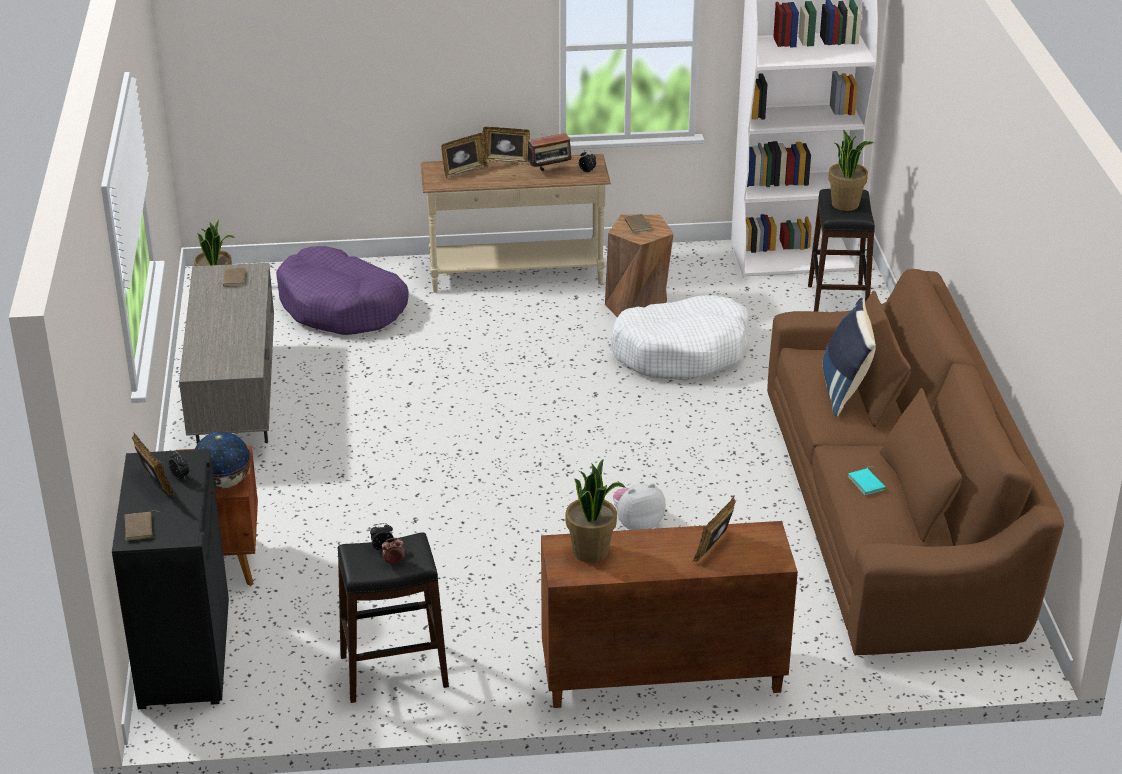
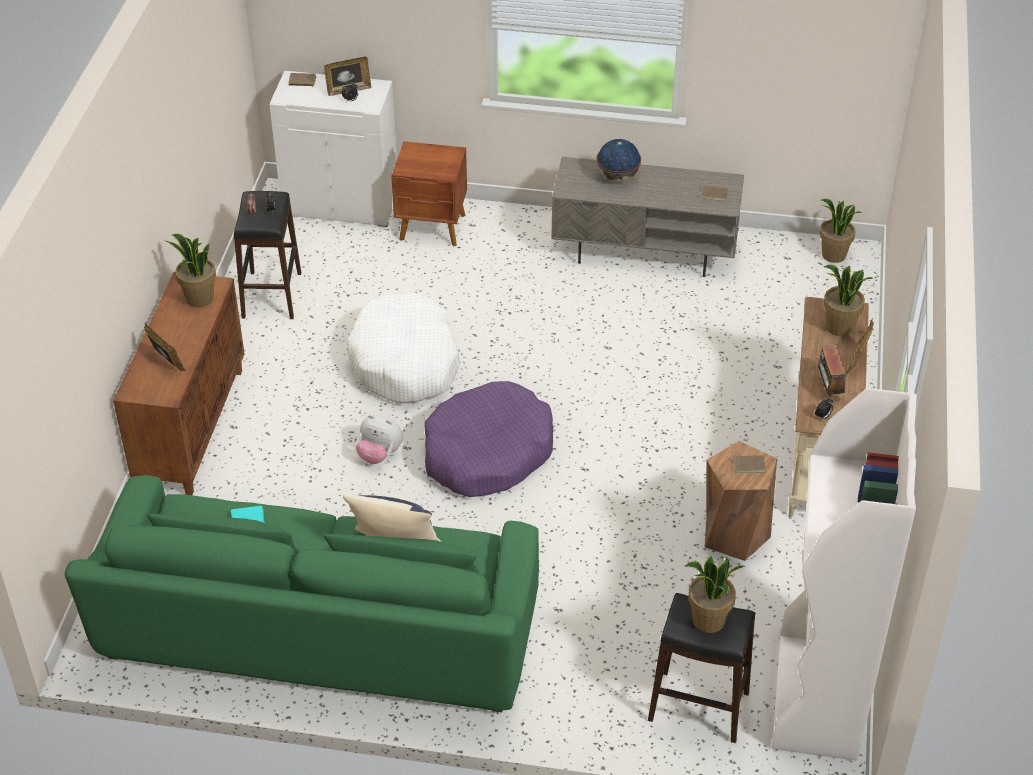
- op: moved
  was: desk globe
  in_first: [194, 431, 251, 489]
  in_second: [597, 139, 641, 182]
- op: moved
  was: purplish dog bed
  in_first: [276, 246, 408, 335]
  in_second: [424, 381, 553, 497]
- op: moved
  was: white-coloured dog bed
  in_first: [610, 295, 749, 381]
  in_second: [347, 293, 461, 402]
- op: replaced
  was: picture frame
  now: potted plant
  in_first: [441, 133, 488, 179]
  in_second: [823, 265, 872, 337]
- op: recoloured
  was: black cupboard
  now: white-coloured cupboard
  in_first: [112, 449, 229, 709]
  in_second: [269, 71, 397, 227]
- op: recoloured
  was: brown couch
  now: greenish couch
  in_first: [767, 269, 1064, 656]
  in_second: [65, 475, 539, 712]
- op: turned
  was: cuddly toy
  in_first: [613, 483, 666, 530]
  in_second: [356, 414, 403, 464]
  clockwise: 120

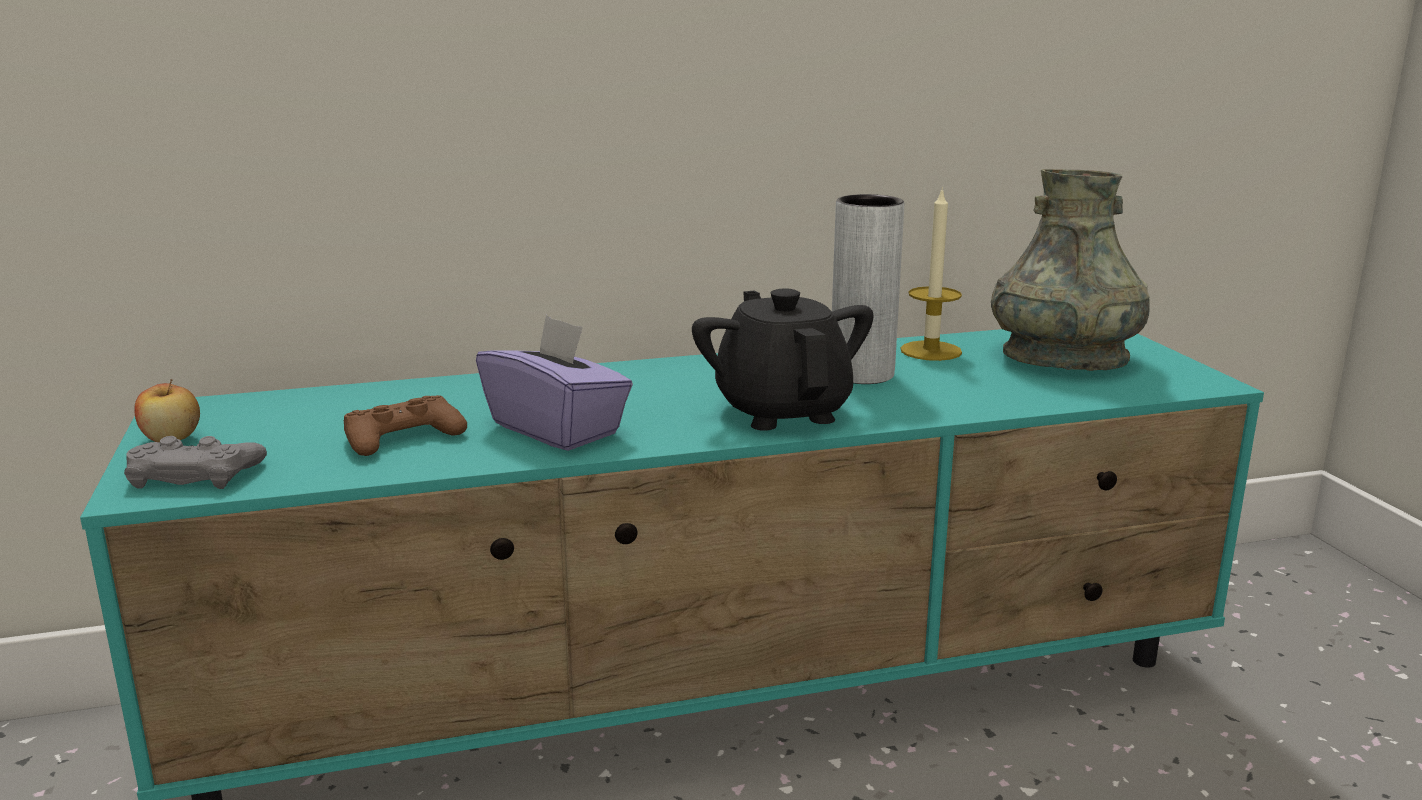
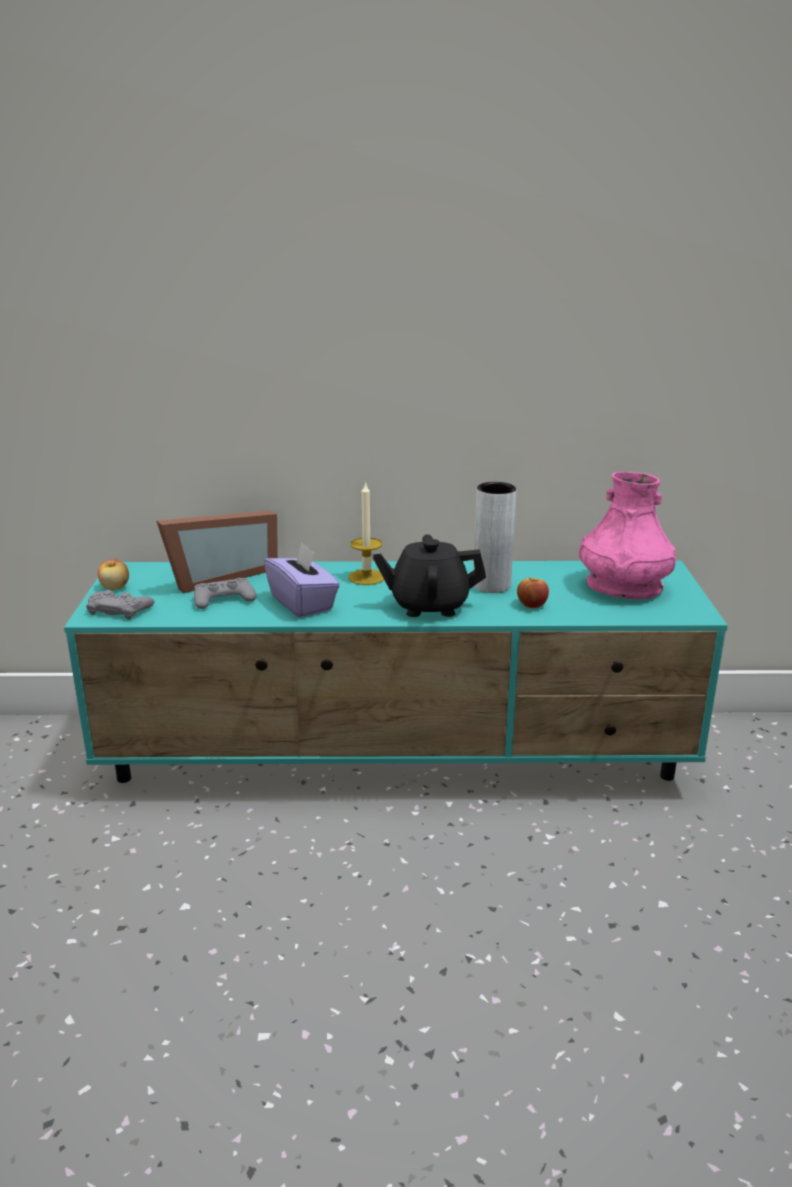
- op: added
  now: picture frame
  in_second: [156, 511, 278, 593]
- op: added
  now: whole apple
  in_second: [517, 578, 549, 608]
- op: moved
  was: wax candle
  in_first: [901, 187, 962, 361]
  in_second: [349, 481, 384, 585]
- op: recoloured
  was: brown gamepad
  now: greyish gamepad
  in_first: [344, 395, 467, 456]
  in_second: [194, 578, 257, 609]
- op: recoloured
  was: greyish decorative vase
  now: pink decorative vase
  in_first: [991, 169, 1150, 371]
  in_second: [579, 472, 676, 599]
- op: turned
  was: black teapot
  in_first: [692, 288, 874, 431]
  in_second: [373, 534, 486, 617]
  clockwise: -90

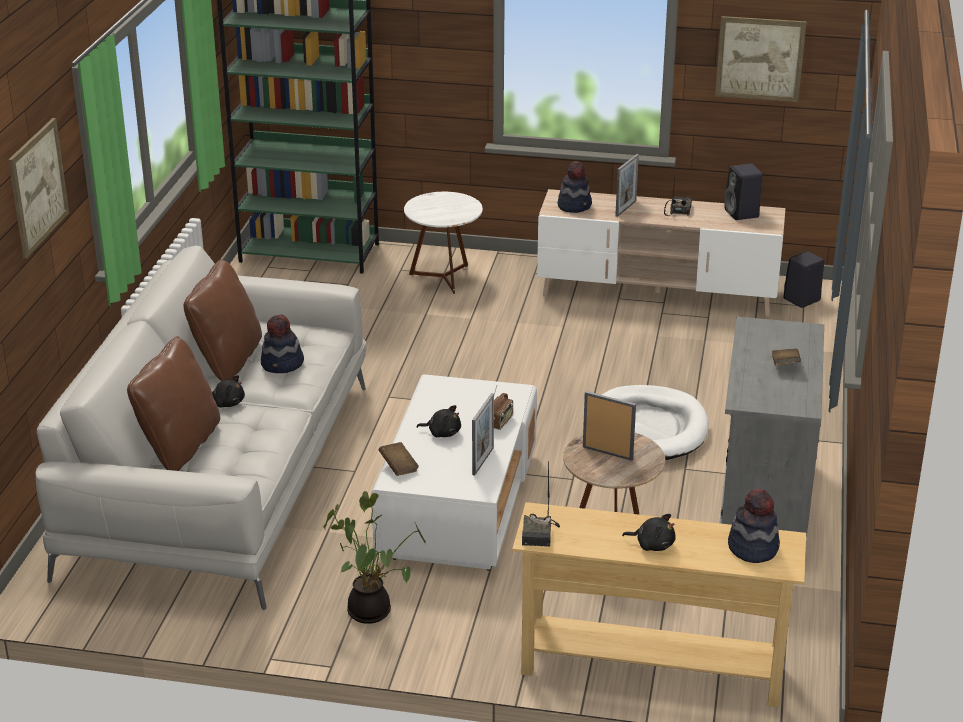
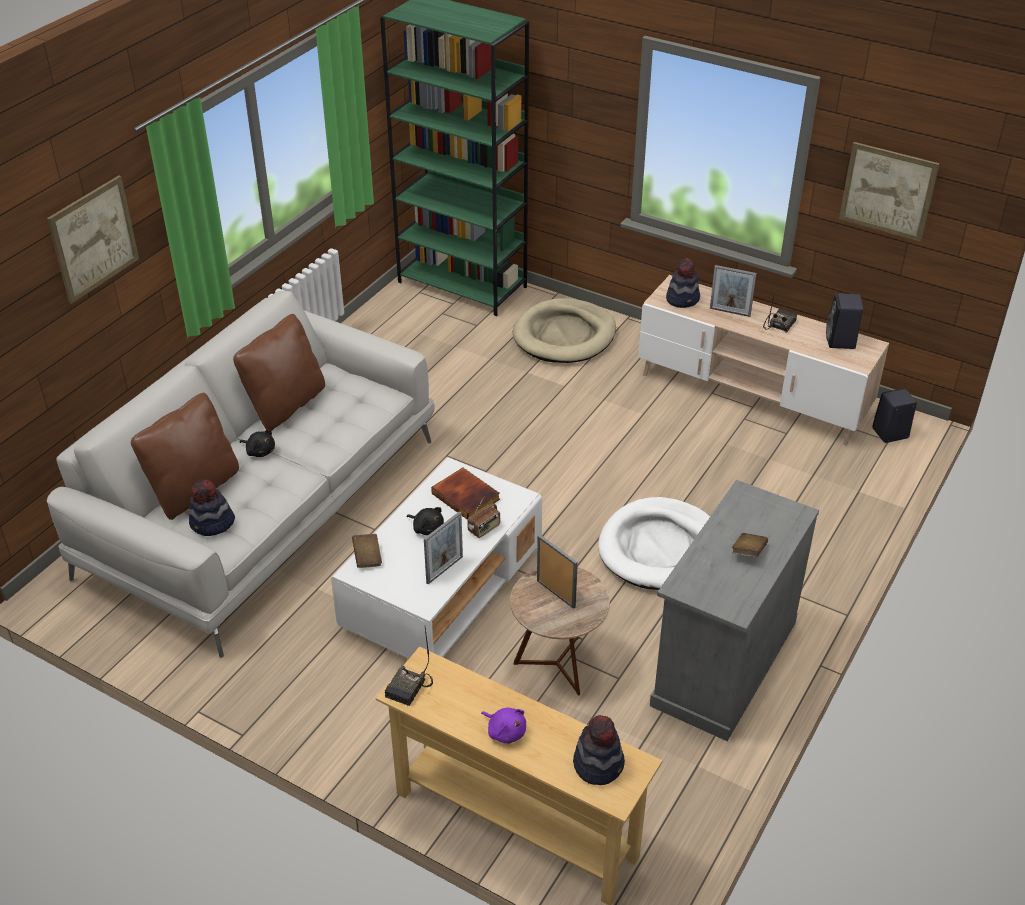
- op: removed
  was: potted plant
  in_first: [323, 491, 426, 624]
- op: added
  now: book
  in_second: [431, 468, 500, 520]
- op: moved
  was: clothing hat
  in_first: [261, 314, 304, 373]
  in_second: [189, 479, 235, 536]
- op: replaced
  was: white-coloured side table
  now: sand-coloured dog bed
  in_first: [404, 192, 483, 294]
  in_second: [513, 298, 616, 363]
- op: recoloured
  was: black cuddly toy
  now: purplish cuddly toy
  in_first: [622, 514, 676, 551]
  in_second: [481, 708, 526, 744]
- op: turned
  was: picture frame
  in_first: [615, 154, 639, 217]
  in_second: [710, 265, 757, 317]
  clockwise: 60

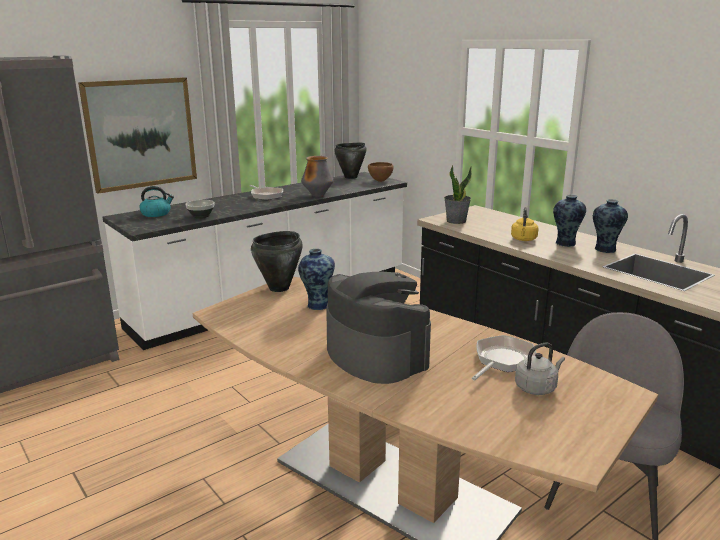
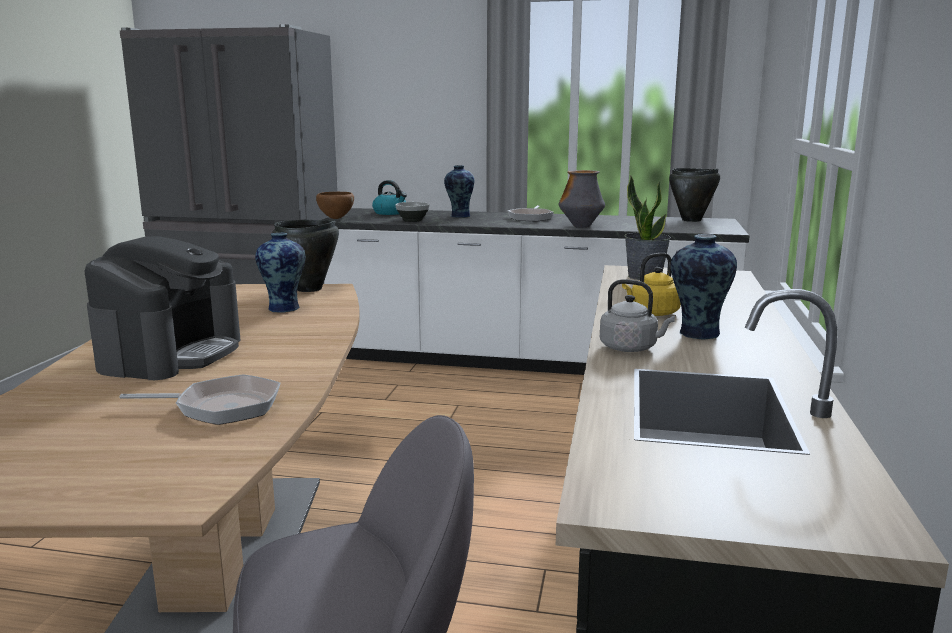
- op: removed
  was: wall art
  in_first: [78, 77, 197, 194]
- op: moved
  was: brown bowl
  in_first: [368, 162, 394, 182]
  in_second: [316, 192, 354, 219]
- op: moved
  was: greyish tea kettle
  in_first: [515, 342, 565, 395]
  in_second: [600, 279, 675, 352]
- op: moved
  was: decorative vase
  in_first: [593, 199, 628, 253]
  in_second: [444, 165, 474, 218]

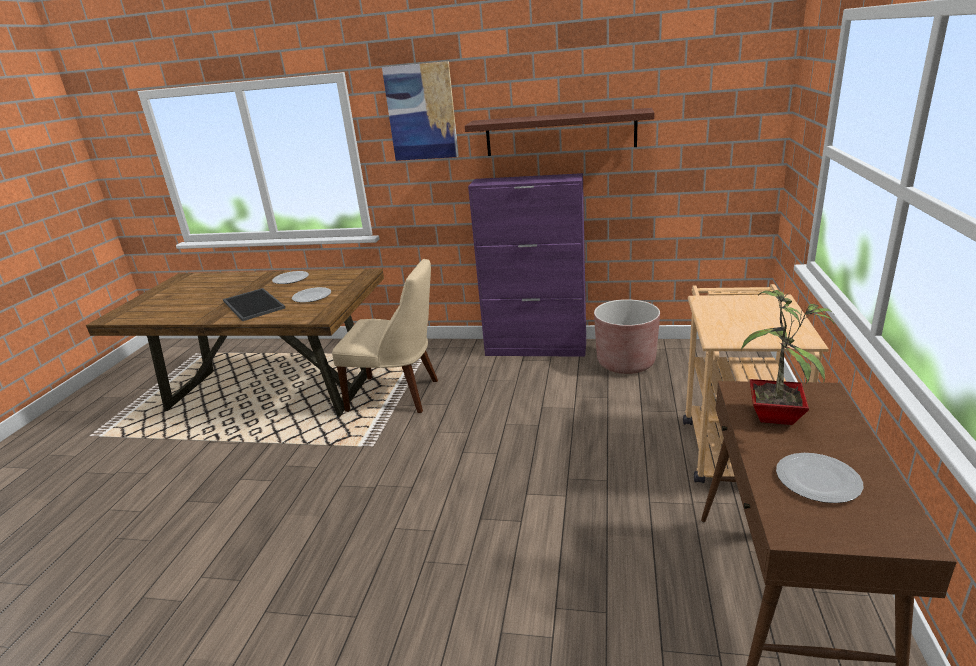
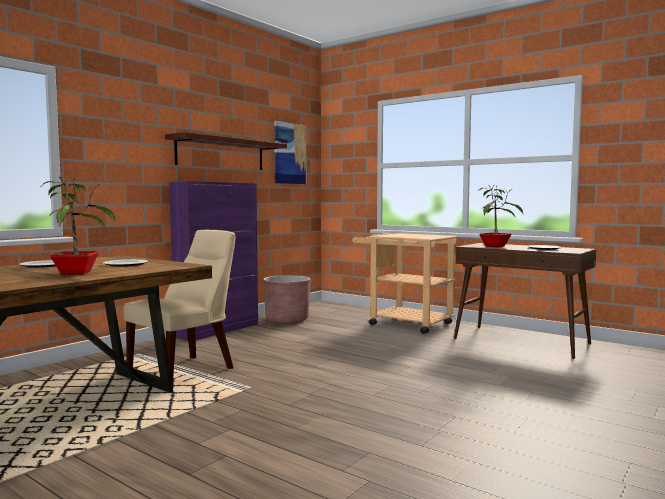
- op: moved
  was: wall art
  in_first: [382, 61, 459, 161]
  in_second: [274, 121, 306, 184]
- op: replaced
  was: serving tray
  now: potted plant
  in_first: [223, 288, 285, 321]
  in_second: [41, 176, 115, 275]

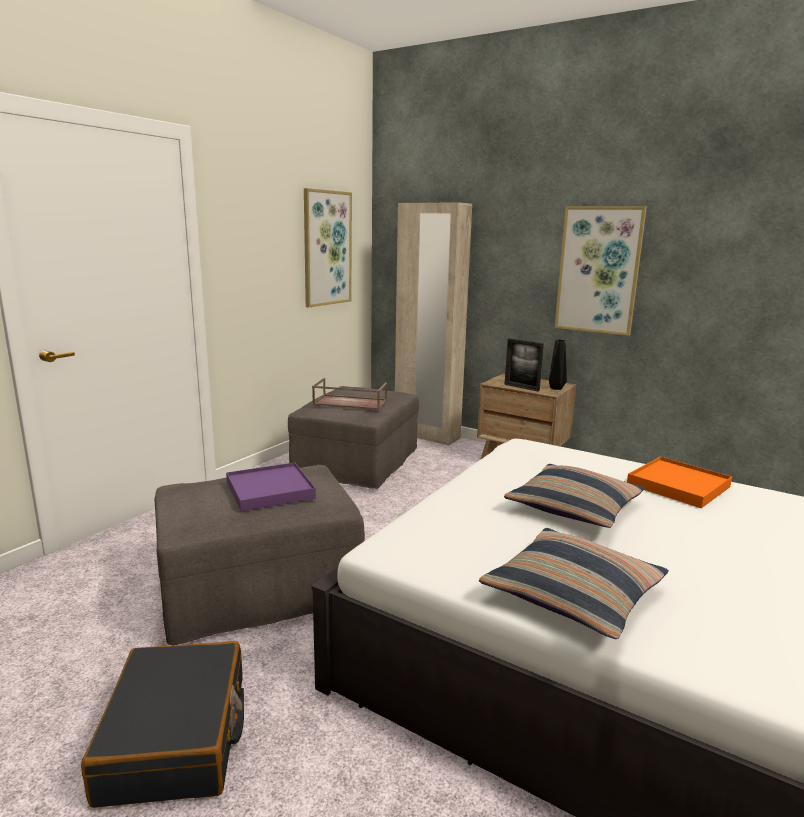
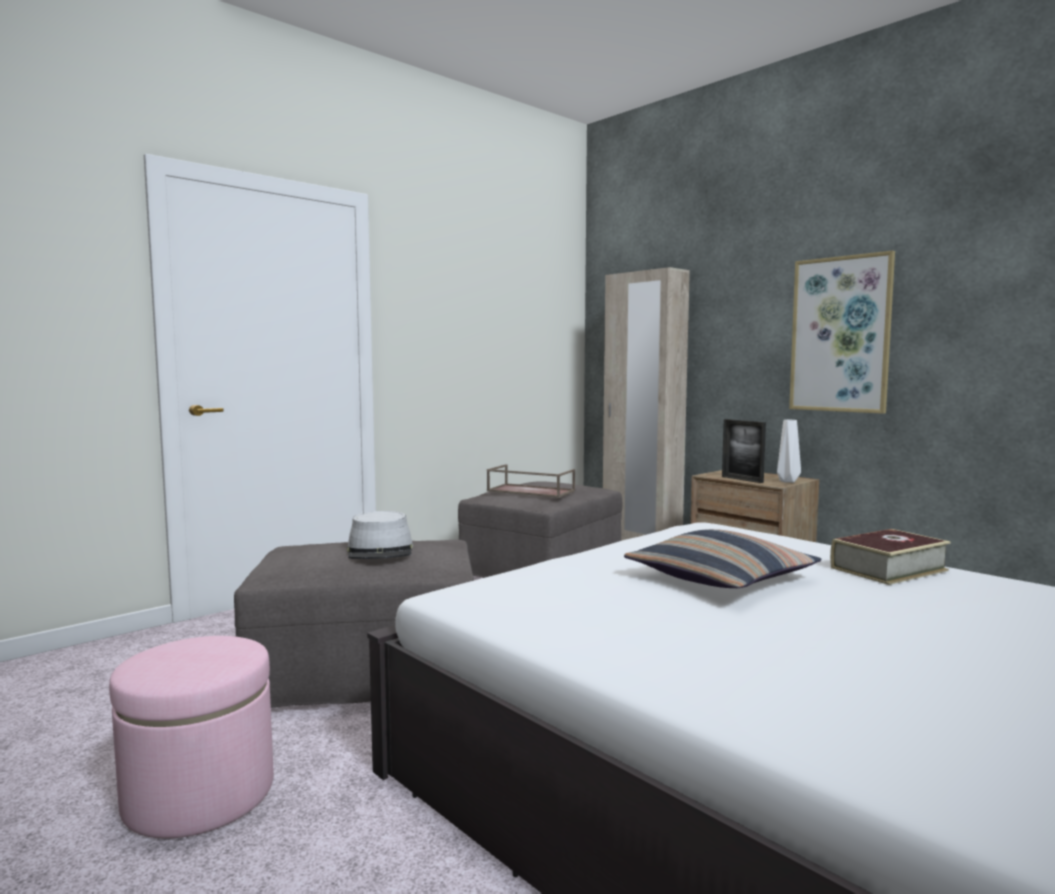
- op: removed
  was: wall art
  in_first: [304, 188, 352, 307]
- op: removed
  was: cushion
  in_first: [479, 528, 669, 639]
- op: replaced
  was: black travel case
  now: pink ottoman
  in_first: [81, 641, 244, 808]
  in_second: [109, 636, 274, 838]
- op: replaced
  was: purplish serving tray
  now: greyish clothing hat
  in_first: [226, 462, 316, 512]
  in_second: [347, 511, 413, 559]
- op: replaced
  was: orangey serving tray
  now: book
  in_first: [627, 457, 732, 508]
  in_second: [830, 529, 951, 585]
- op: recoloured
  was: black decorative vase
  now: white-coloured decorative vase
  in_first: [549, 340, 567, 390]
  in_second: [777, 420, 801, 483]

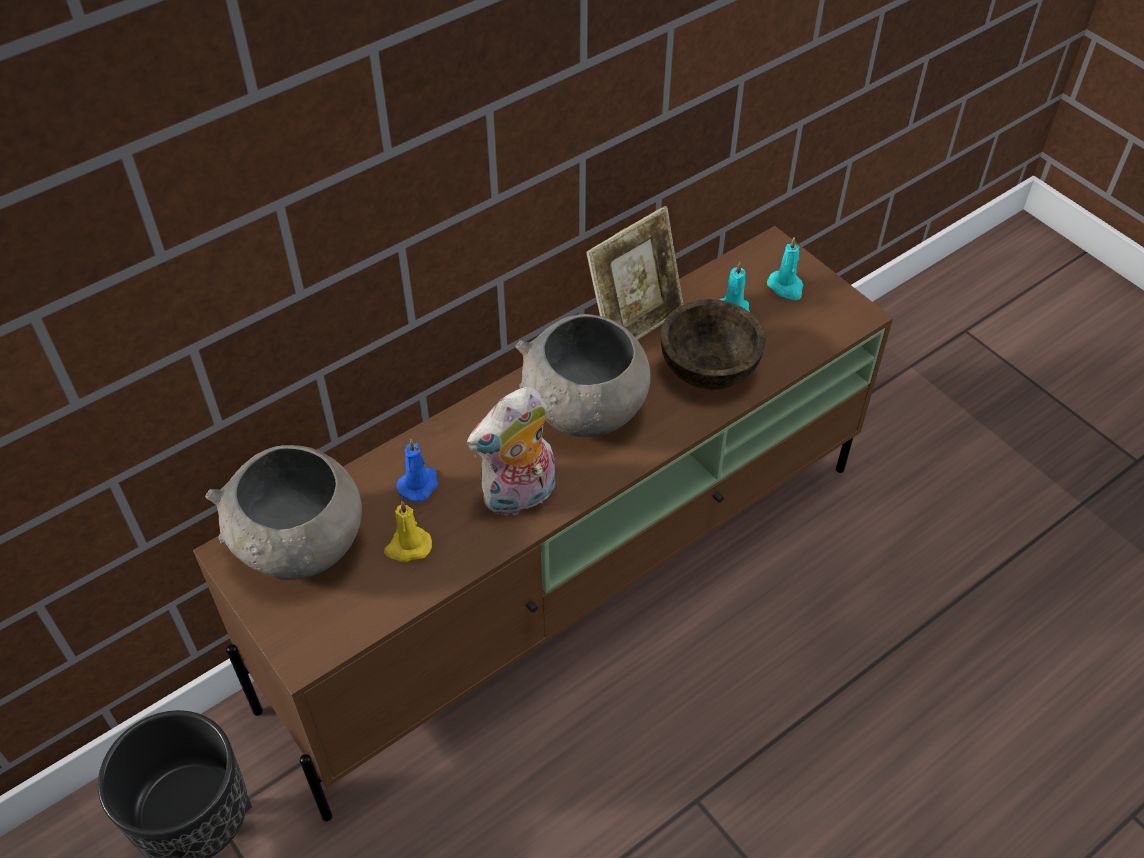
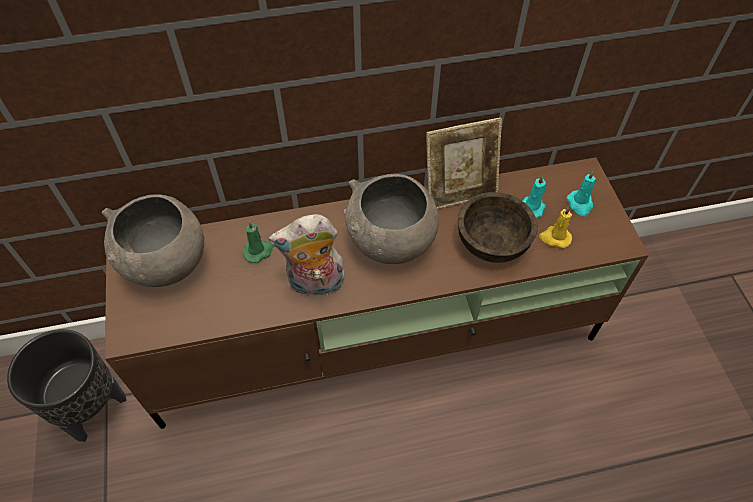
- op: moved
  was: yellow wax candle
  in_first: [384, 501, 432, 562]
  in_second: [539, 207, 572, 248]
- op: recoloured
  was: blue-coloured wax candle
  now: greenish wax candle
  in_first: [396, 439, 439, 502]
  in_second: [243, 221, 274, 263]

